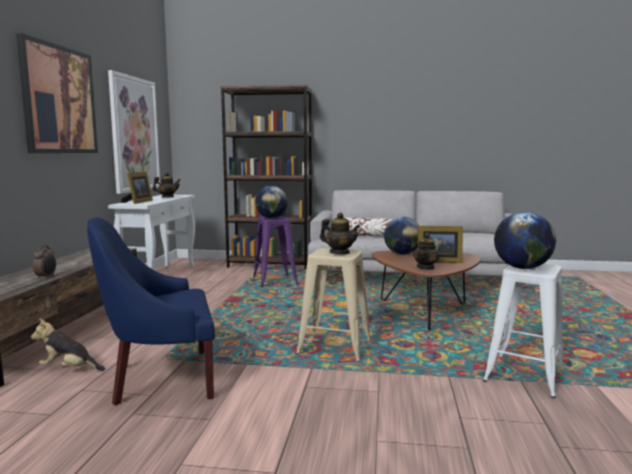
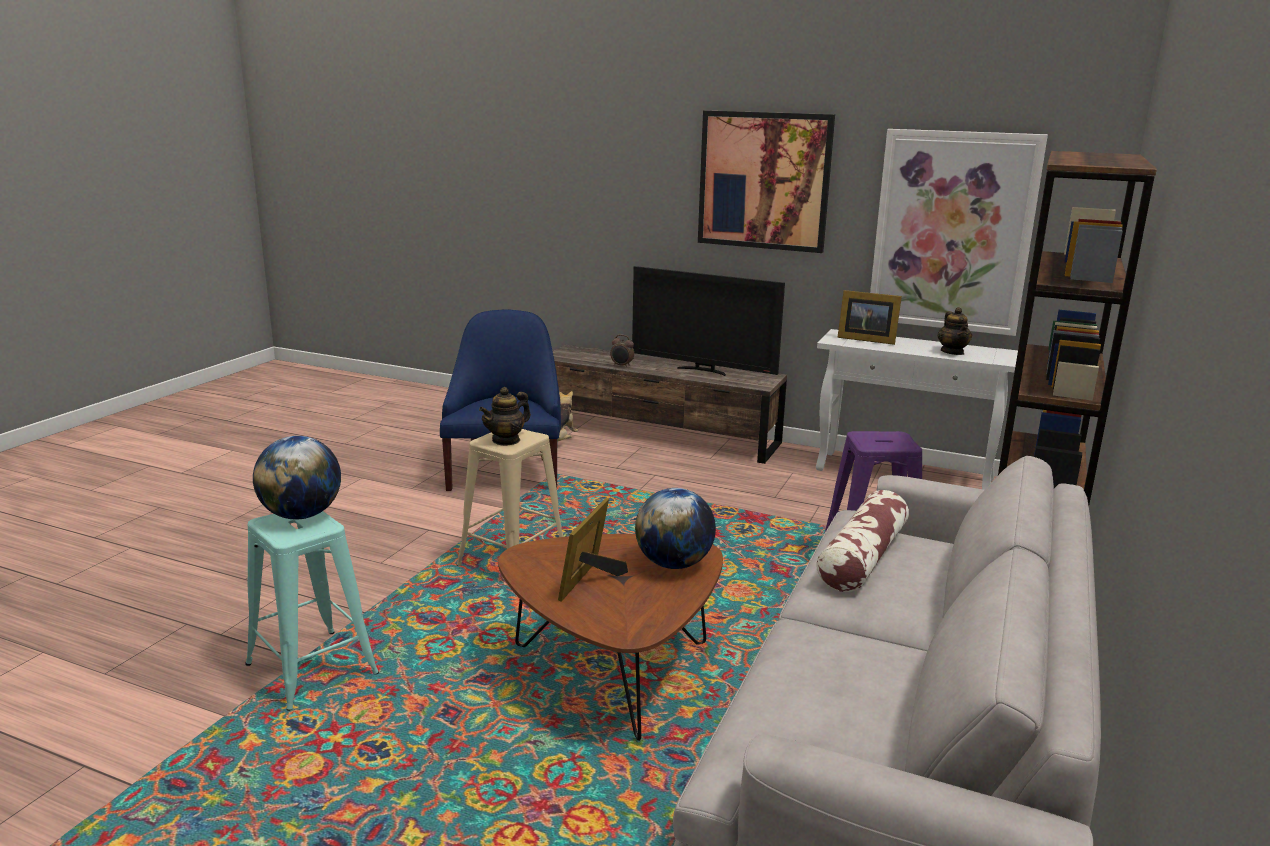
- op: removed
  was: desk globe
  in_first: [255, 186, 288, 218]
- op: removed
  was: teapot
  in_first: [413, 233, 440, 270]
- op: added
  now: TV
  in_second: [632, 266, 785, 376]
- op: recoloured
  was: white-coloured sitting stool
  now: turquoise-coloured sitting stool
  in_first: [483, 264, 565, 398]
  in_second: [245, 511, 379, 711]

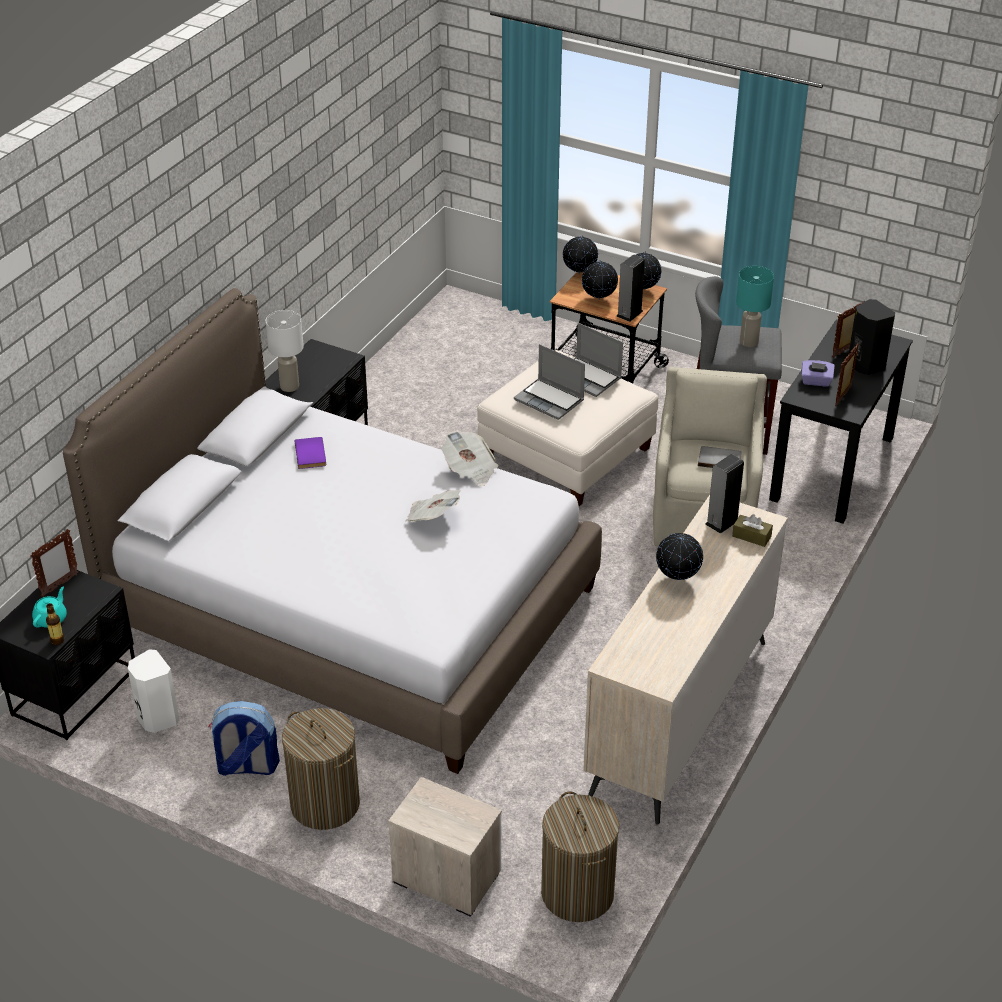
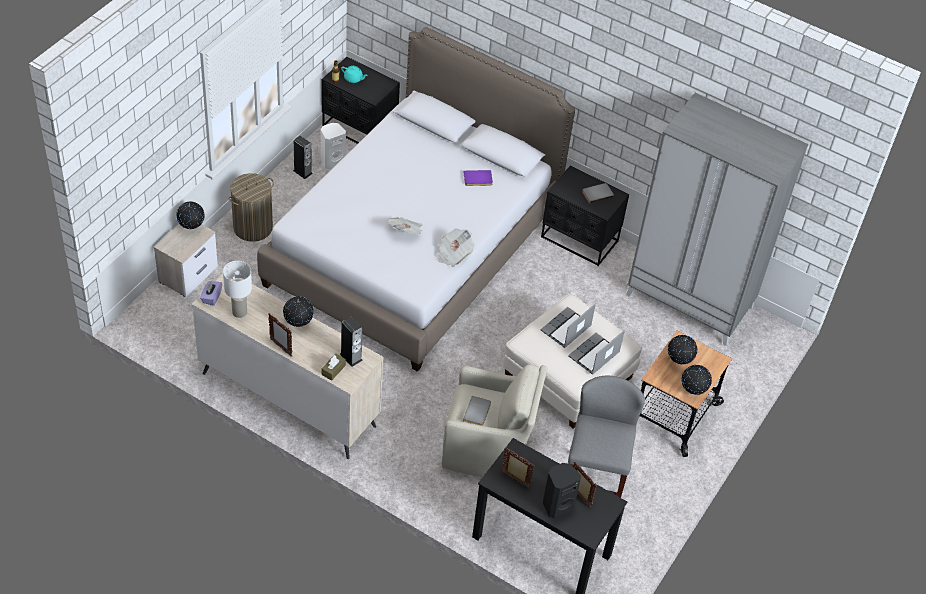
- op: removed
  was: rucksack
  in_first: [209, 701, 280, 776]
- op: removed
  was: laundry basket
  in_first: [541, 791, 619, 922]
- op: removed
  was: turquoise-coloured lamp for a table
  in_first: [736, 266, 774, 347]
- op: added
  now: greyish book
  in_second: [582, 183, 614, 204]
- op: added
  now: greyish clothes cupboard
  in_second: [626, 93, 808, 346]
- op: moved
  was: picture frame
  in_first: [30, 529, 79, 597]
  in_second: [268, 314, 292, 357]
- op: moved
  was: white-coloured lamp for a table
  in_first: [265, 310, 304, 392]
  in_second: [223, 261, 252, 318]
- op: moved
  was: desk globe
  in_first: [563, 235, 598, 273]
  in_second: [176, 201, 205, 229]
- op: moved
  was: audio speaker
  in_first: [616, 255, 645, 322]
  in_second: [293, 136, 313, 179]
- op: moved
  was: purplish box of tissues
  in_first: [801, 360, 835, 387]
  in_second: [200, 281, 222, 306]

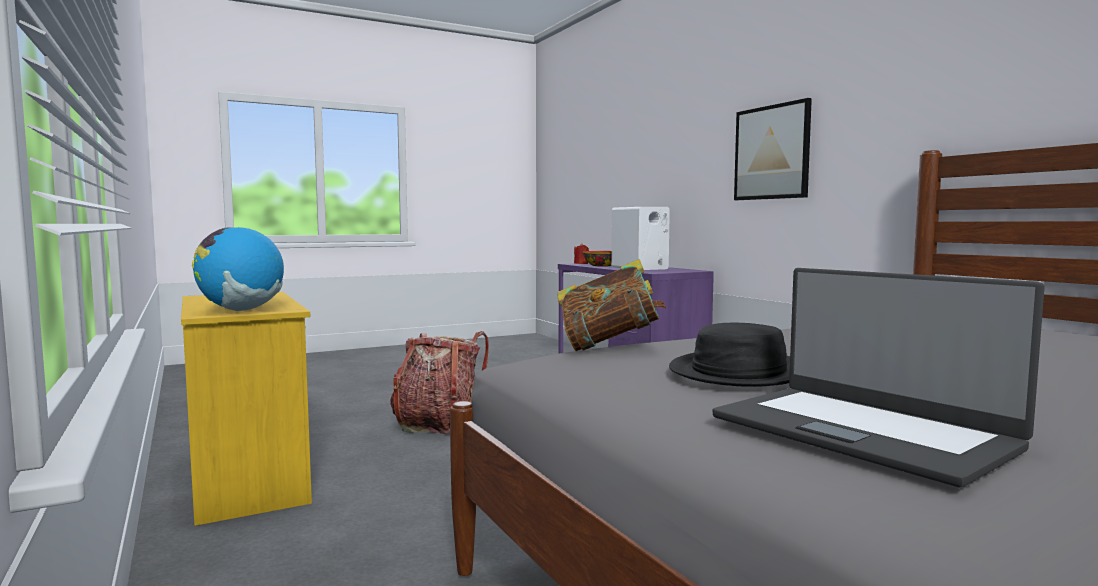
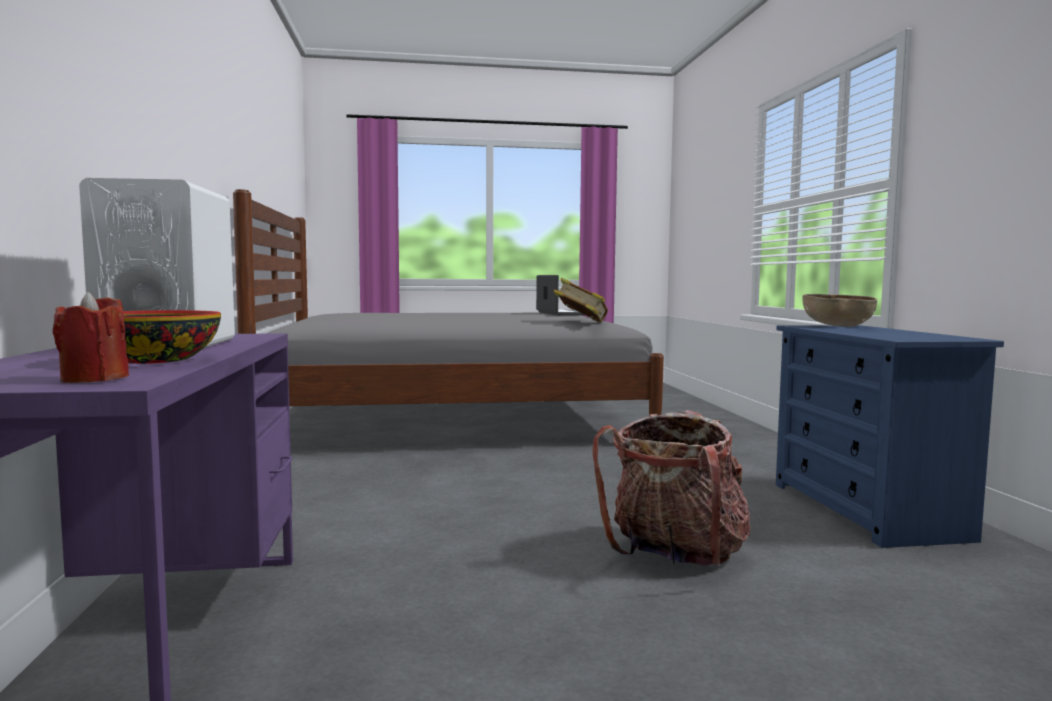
- op: removed
  was: black clothing hat
  in_first: [669, 323, 790, 387]
- op: removed
  was: wall art
  in_first: [734, 98, 812, 200]
- op: replaced
  was: desk globe
  now: brown bowl
  in_first: [192, 227, 284, 311]
  in_second: [803, 294, 877, 327]
- op: recoloured
  was: yellow drawer chest
  now: blue-coloured drawer chest
  in_first: [181, 292, 312, 526]
  in_second: [776, 325, 1004, 548]

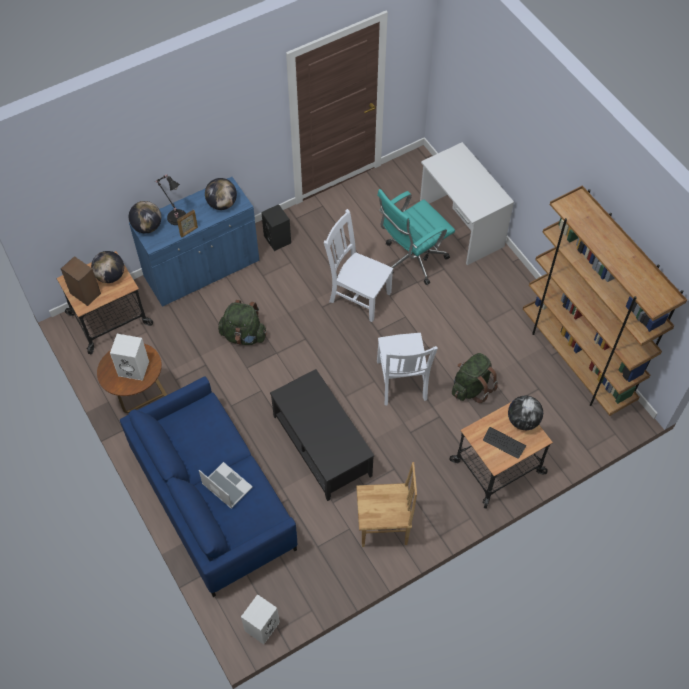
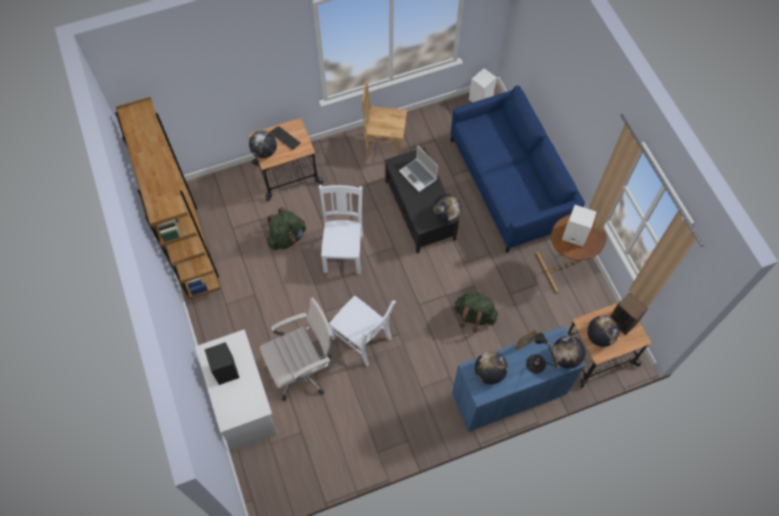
- op: added
  now: desk globe
  in_second: [433, 194, 461, 222]
- op: moved
  was: portable computer
  in_first: [199, 462, 253, 509]
  in_second: [399, 145, 438, 192]
- op: moved
  was: black audio speaker
  in_first: [261, 204, 291, 251]
  in_second: [204, 342, 239, 385]
- op: recoloured
  was: turquoise-coloured computer chair
  now: white-coloured computer chair
  in_first: [377, 189, 455, 285]
  in_second: [260, 297, 333, 401]

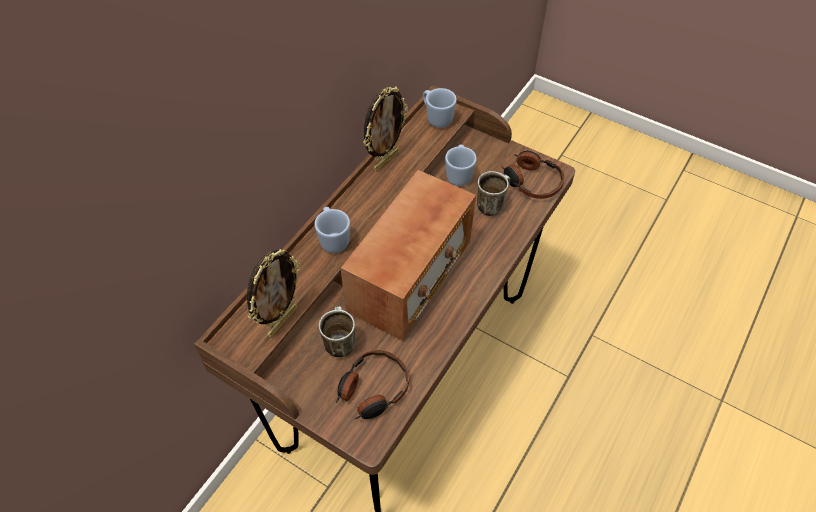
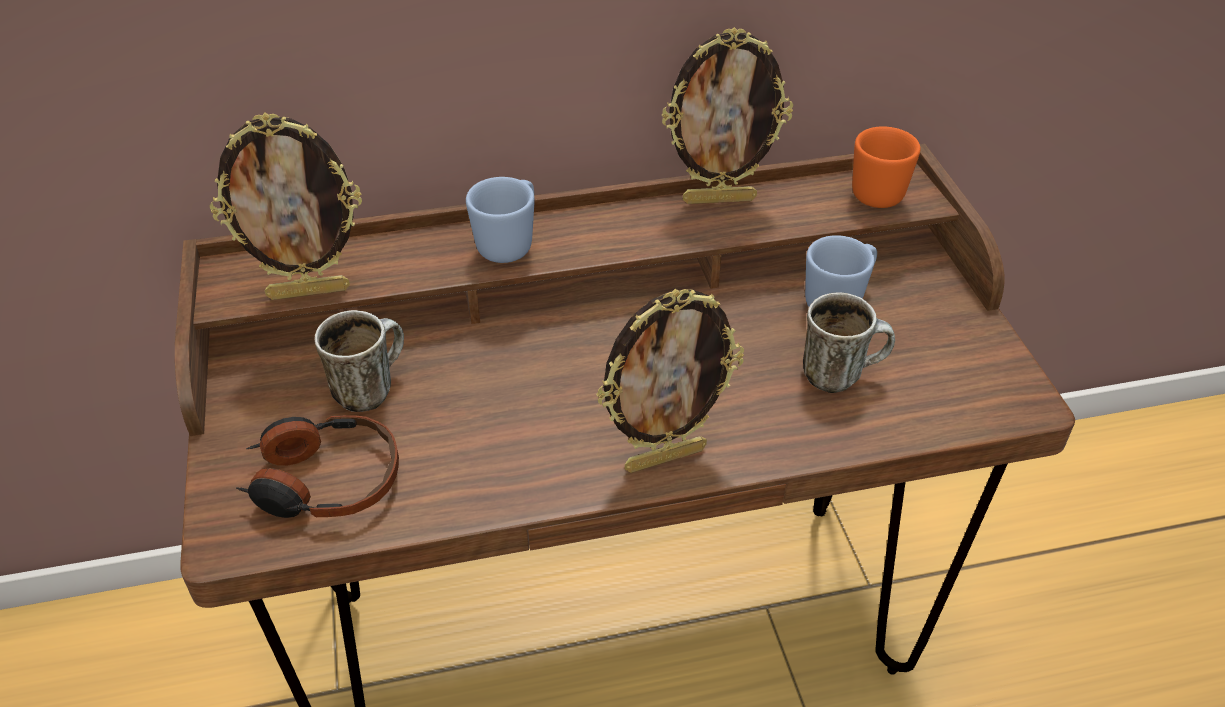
- op: removed
  was: radio
  in_first: [341, 170, 476, 341]
- op: removed
  was: headphones
  in_first: [502, 151, 565, 199]
- op: added
  now: picture frame
  in_second: [596, 289, 744, 473]
- op: recoloured
  was: blue-coloured tea mug
  now: orangey tea mug
  in_first: [423, 88, 457, 128]
  in_second: [852, 126, 920, 208]

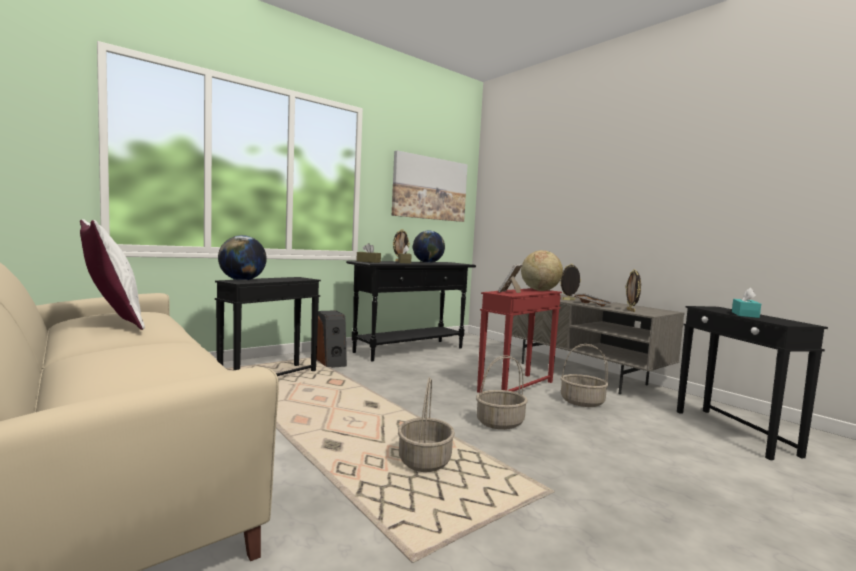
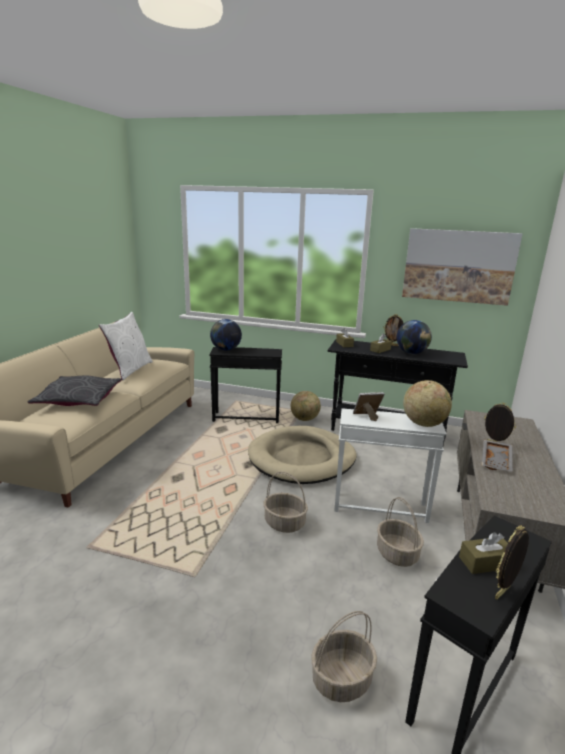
- op: added
  now: greyish cushion
  in_second: [28, 375, 122, 406]
- op: added
  now: sand-coloured dog bed
  in_second: [248, 426, 357, 484]
- op: moved
  was: basket
  in_first: [398, 377, 455, 472]
  in_second: [311, 611, 377, 702]
- op: moved
  was: picture frame
  in_first: [626, 269, 641, 312]
  in_second: [495, 525, 529, 599]
- op: replaced
  was: audio speaker
  now: desk globe
  in_first: [316, 310, 347, 368]
  in_second: [291, 391, 321, 421]
- op: recoloured
  was: reddish side table
  now: white-coloured side table
  in_first: [477, 288, 562, 393]
  in_second: [334, 408, 447, 523]
- op: recoloured
  was: turquoise-coloured box of tissues
  now: brown box of tissues
  in_first: [732, 288, 761, 318]
  in_second: [459, 532, 508, 574]

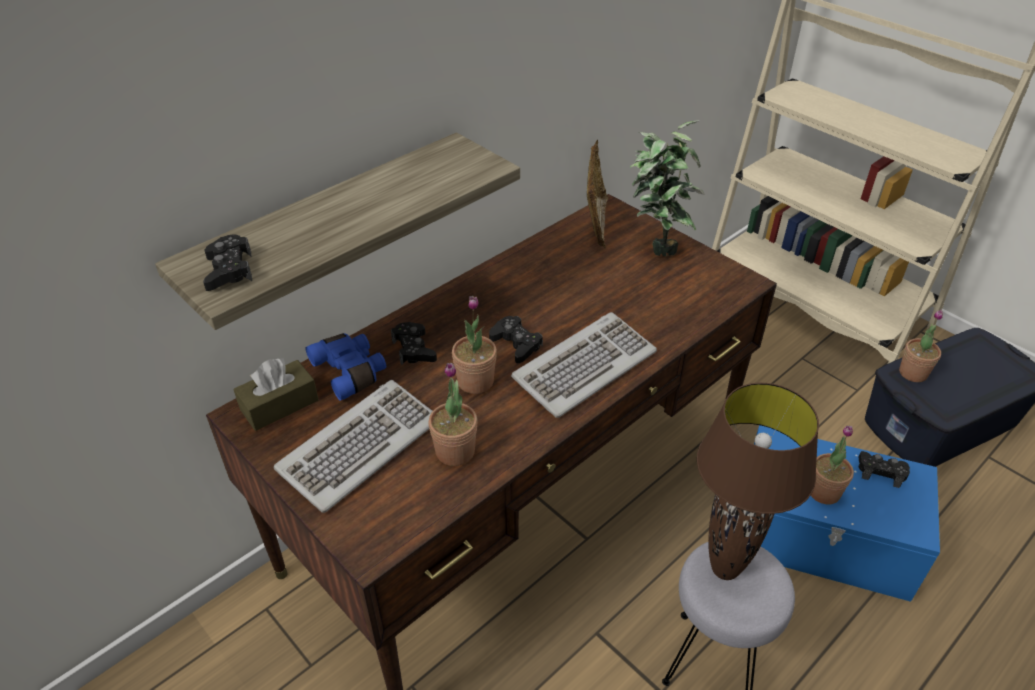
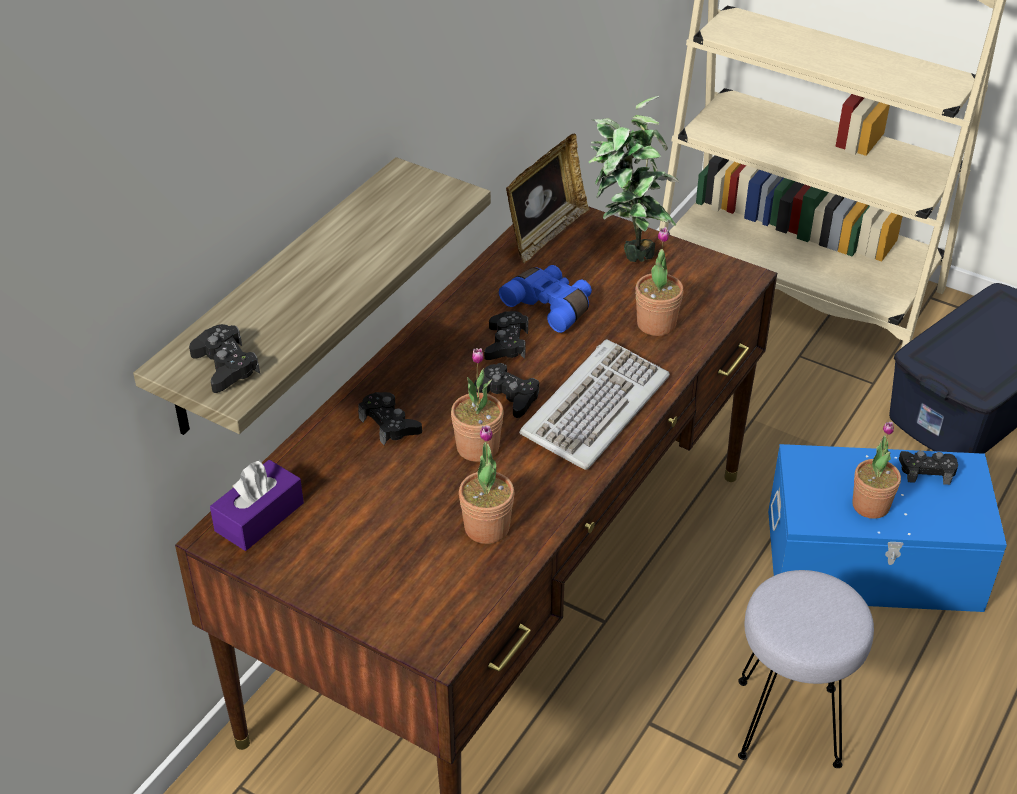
- op: removed
  was: PC keyboard
  in_first: [274, 380, 432, 513]
- op: removed
  was: brown lamp for a table
  in_first: [697, 383, 819, 580]
- op: added
  now: black gamepad
  in_second: [484, 311, 528, 360]
- op: moved
  was: blue-coloured binoculars
  in_first: [305, 333, 386, 401]
  in_second: [499, 265, 592, 333]
- op: moved
  was: potted plant
  in_first: [899, 310, 943, 382]
  in_second: [635, 227, 684, 336]
- op: recoloured
  was: brown box of tissues
  now: purplish box of tissues
  in_first: [233, 358, 319, 431]
  in_second: [210, 460, 304, 551]
- op: turned
  was: picture frame
  in_first: [587, 140, 609, 249]
  in_second: [506, 133, 589, 263]
  clockwise: 45

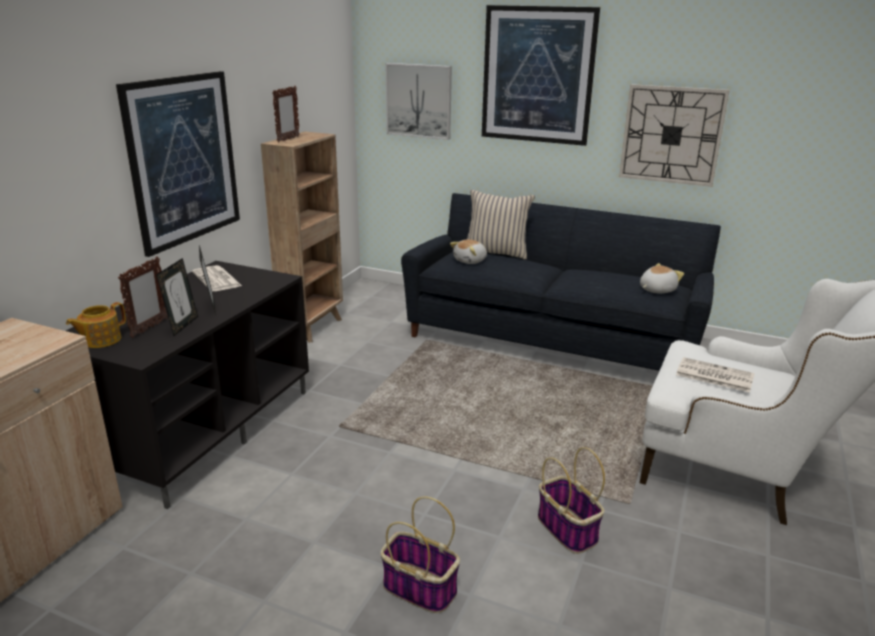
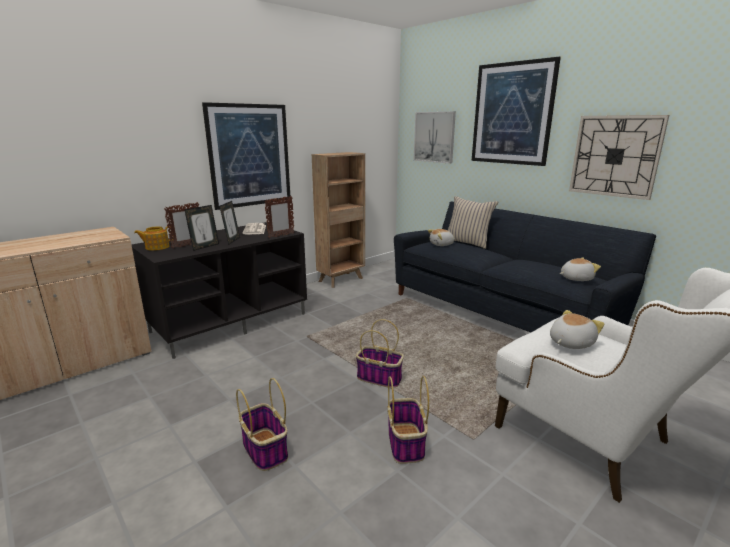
- op: added
  now: basket
  in_second: [356, 319, 404, 388]
- op: moved
  was: picture frame
  in_first: [272, 86, 300, 142]
  in_second: [264, 196, 294, 238]
- op: replaced
  was: newspaper
  now: cuddly toy
  in_first: [676, 357, 755, 393]
  in_second: [550, 310, 604, 349]

